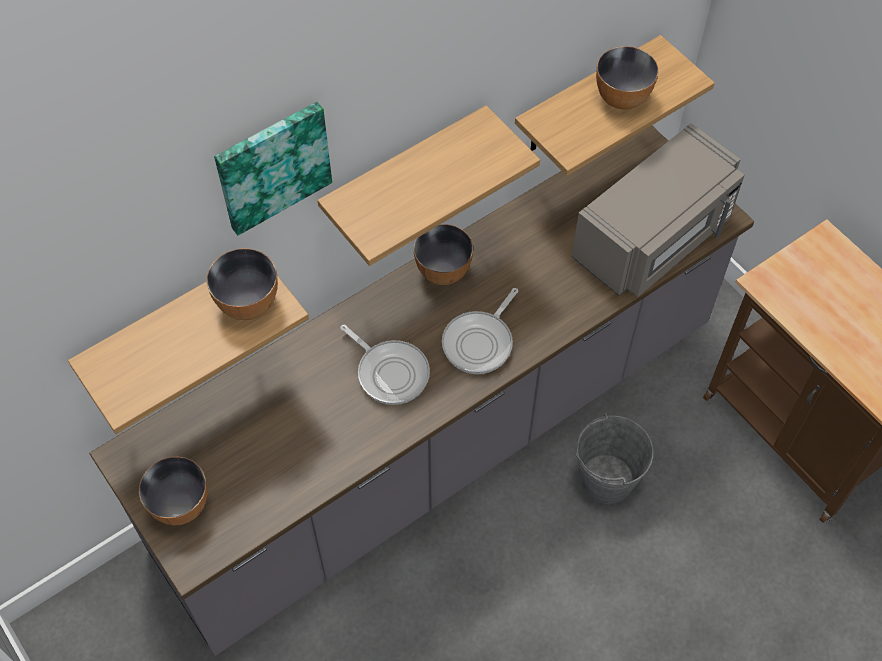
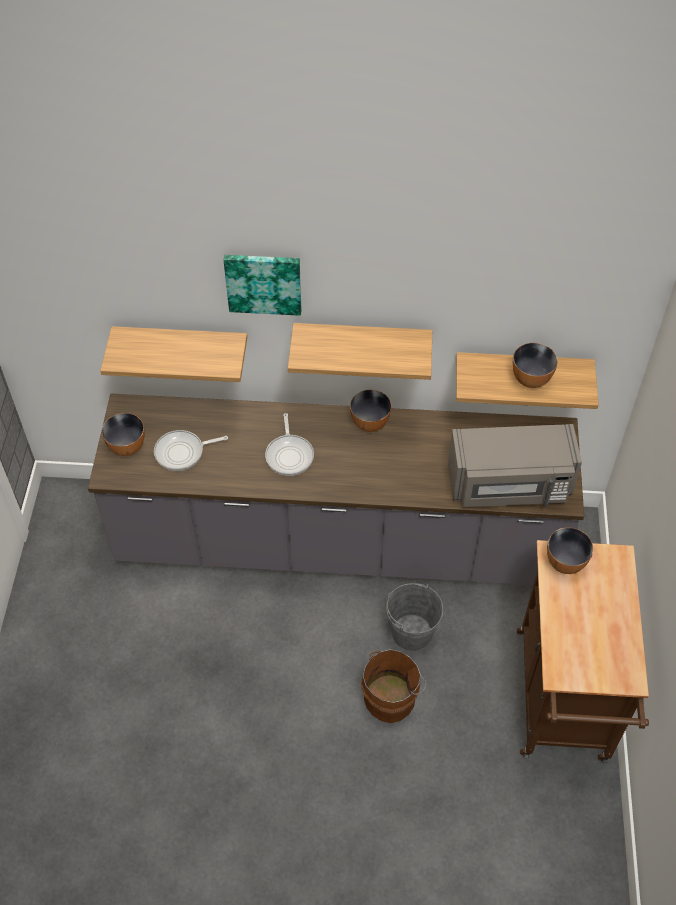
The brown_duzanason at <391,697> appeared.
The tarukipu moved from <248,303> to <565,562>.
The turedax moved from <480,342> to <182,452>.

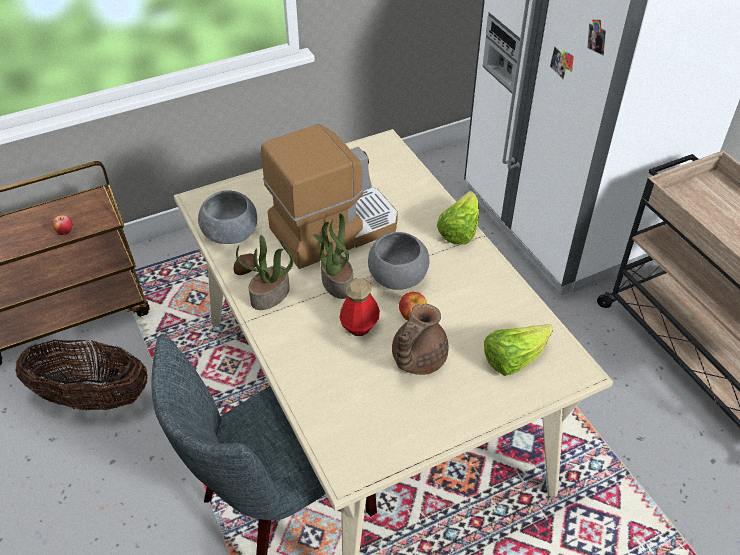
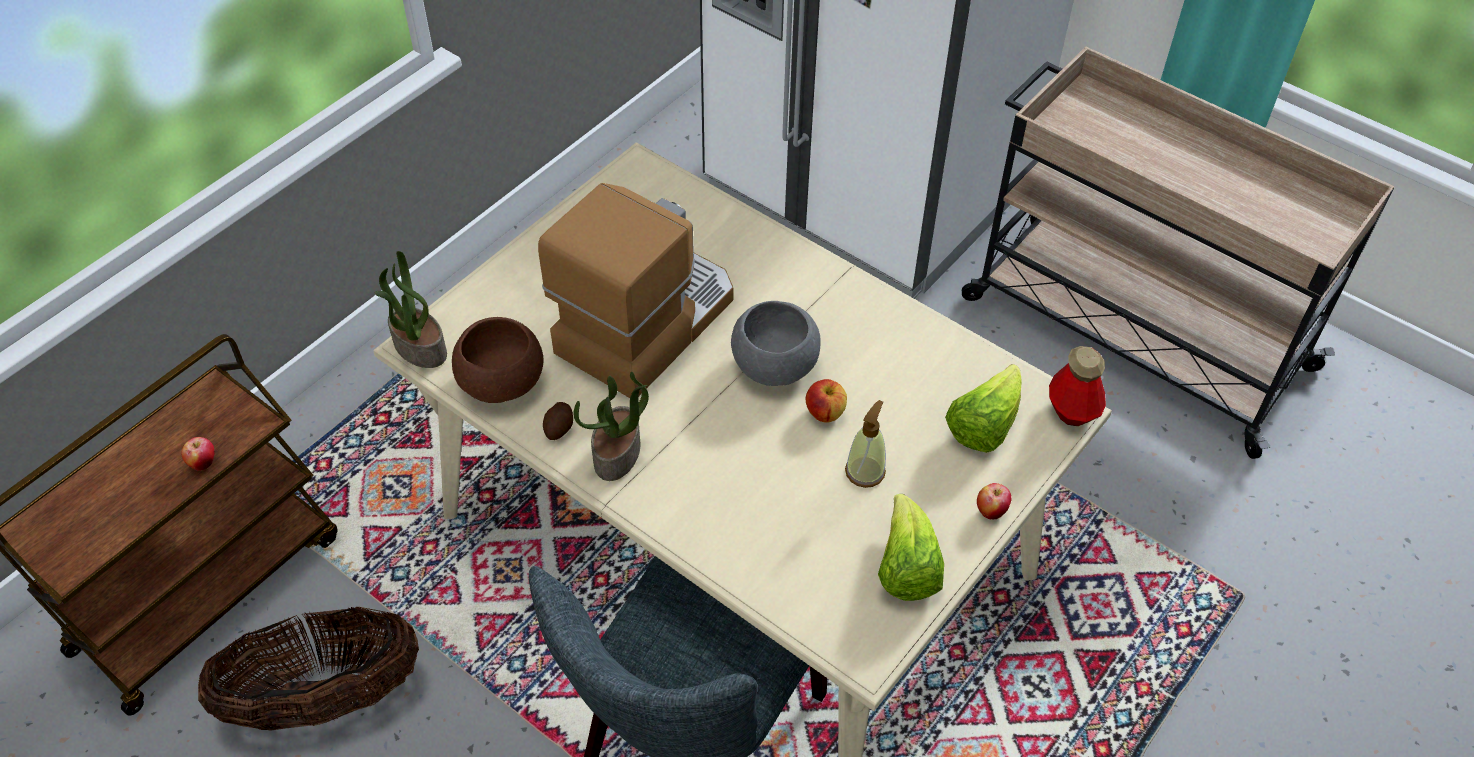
The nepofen at <991,511> appeared.
The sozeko moved from <336,283> to <418,348>.
The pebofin moved from <359,325> to <1072,410>.
The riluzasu moved from <459,231> to <906,568>.
The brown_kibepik at <417,359> was replaced by the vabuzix at <865,471>.
The grey_tarukipu at <230,234> became the brown_tarukipu at <502,382>.

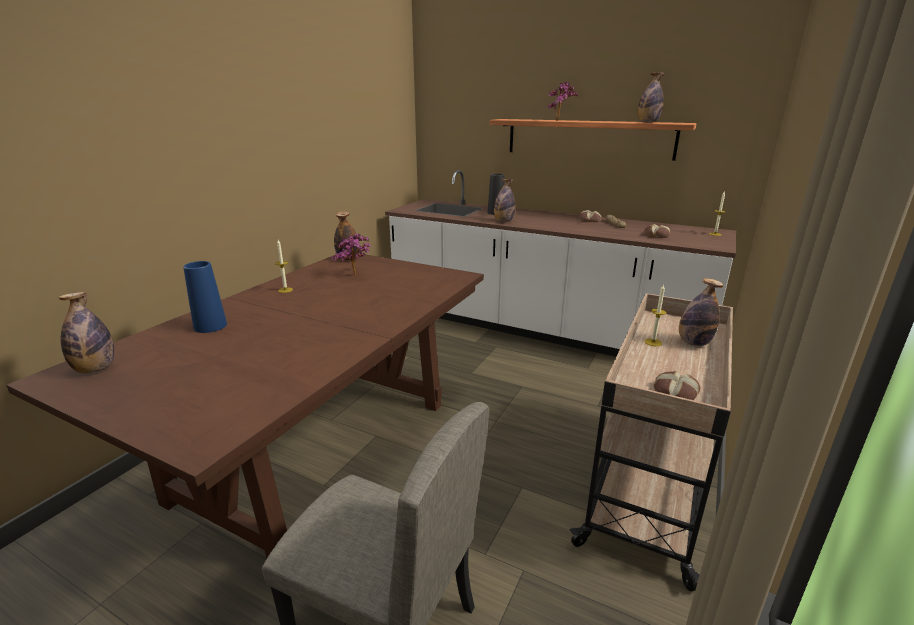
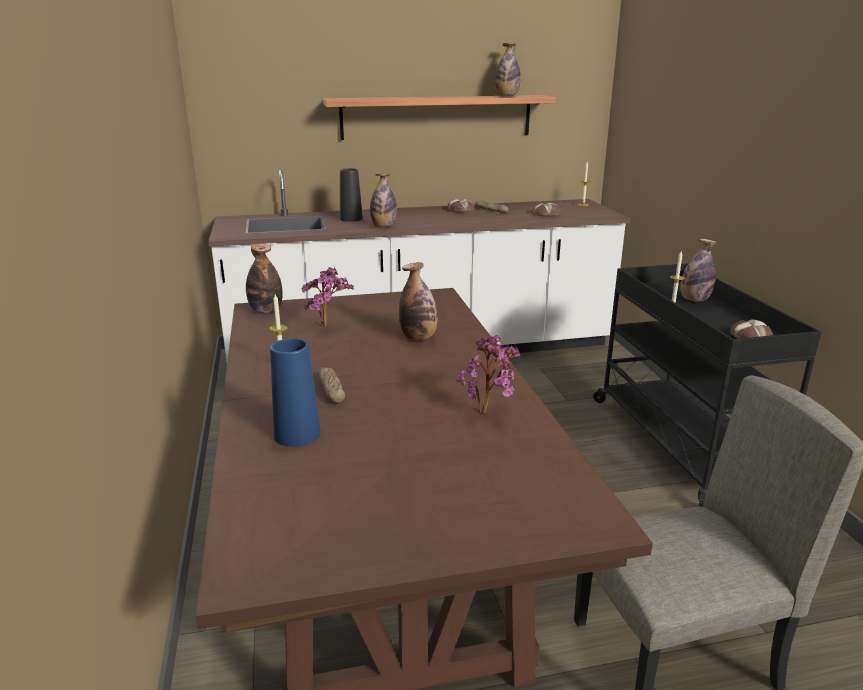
The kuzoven at <331,390> appeared.
The pebofin moved from <95,369> to <419,337>.
The sozeko moved from <559,120> to <488,412>.
The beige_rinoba at <649,483> became the black_rinoba at <679,442>.

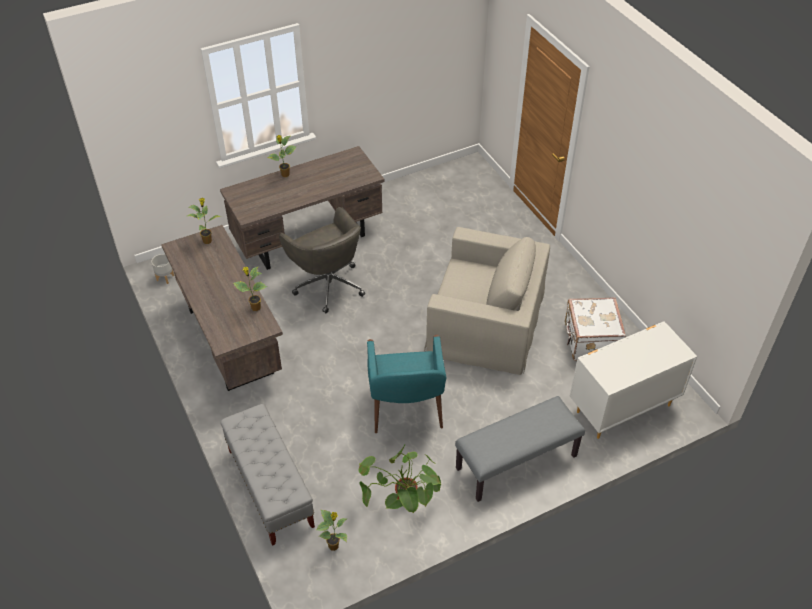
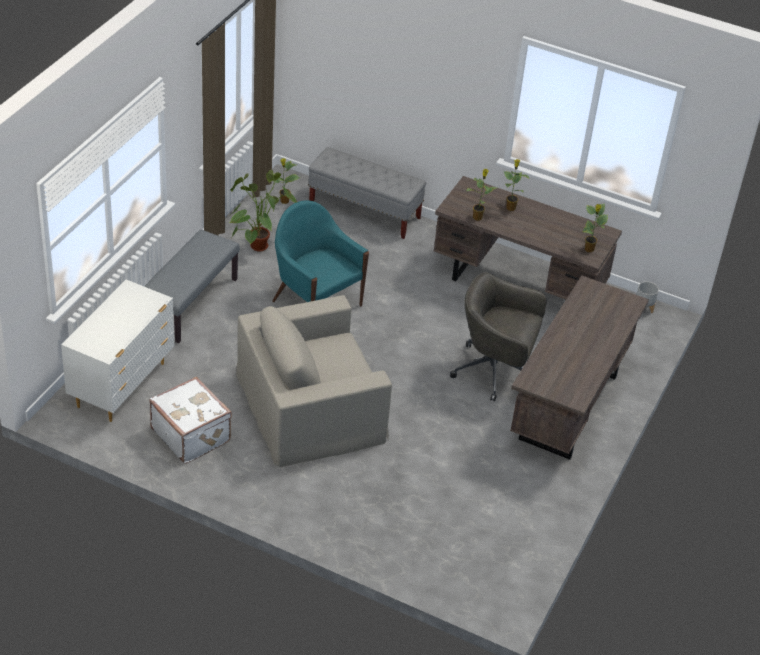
The sozeko moved from <285,175> to <510,207>.

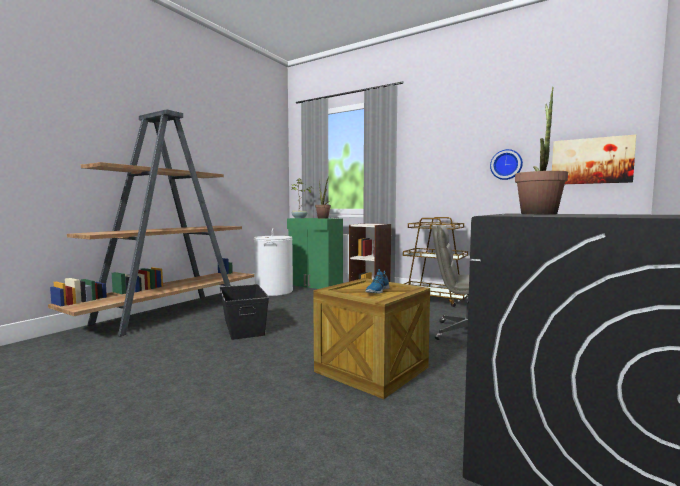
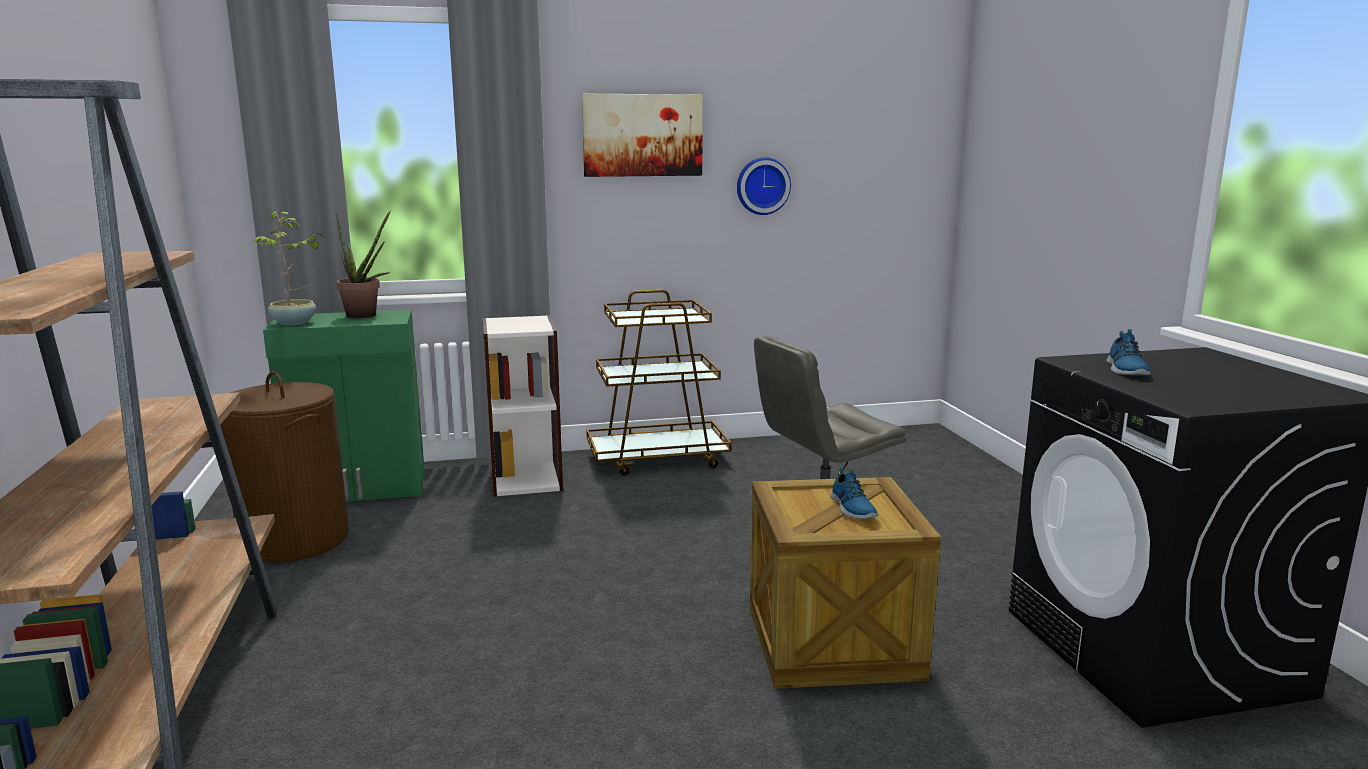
The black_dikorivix at <244,327> disappeared.
The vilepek moved from <591,161> to <642,135>.
The sozeko at <539,214> was replaced by the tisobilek at <1125,370>.
The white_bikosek at <273,291> became the brown_bikosek at <294,540>.

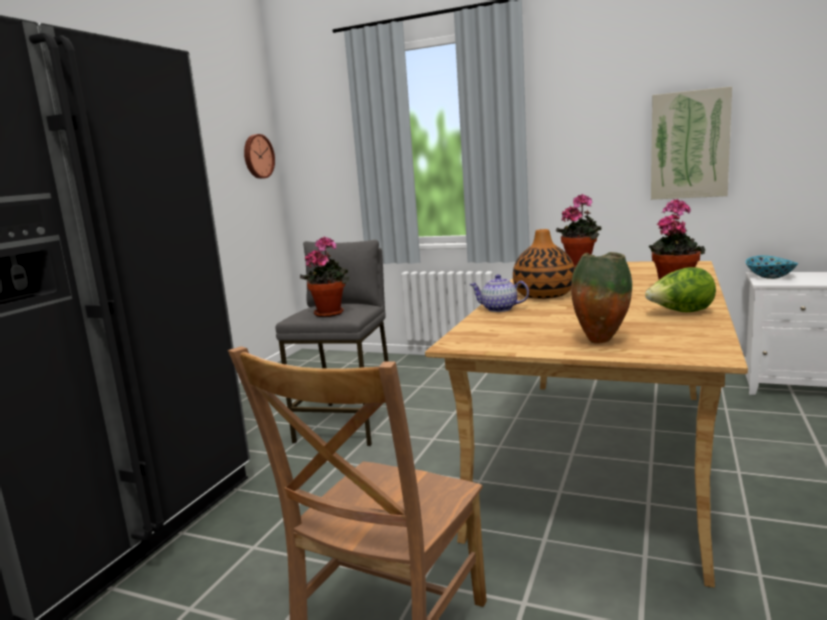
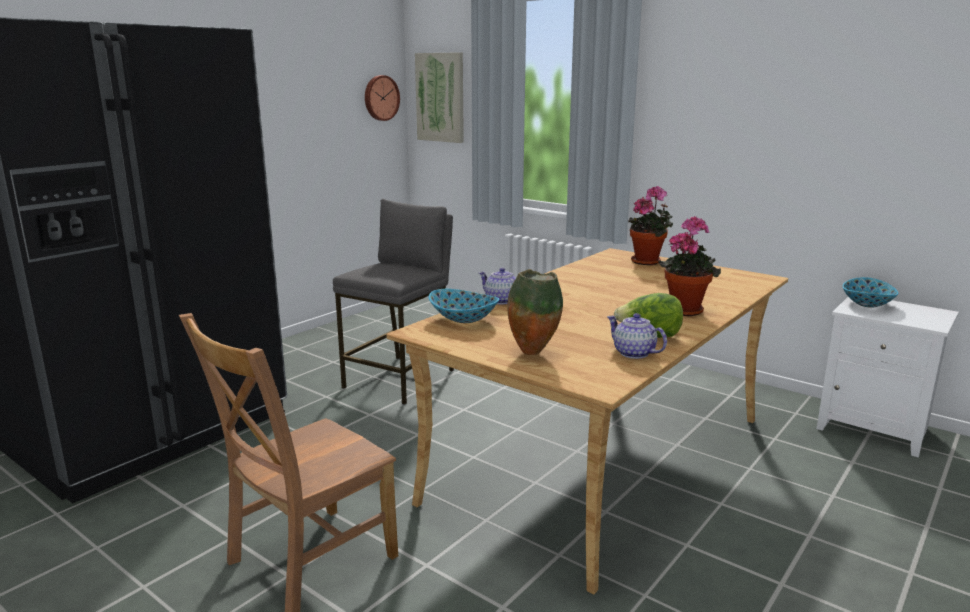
The sozeko at <330,313> disappeared.
The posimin at <544,295> disappeared.
The tarukipu at <464,319> appeared.
The kibepik at <633,353> appeared.
The vilepek moved from <689,145> to <440,97>.

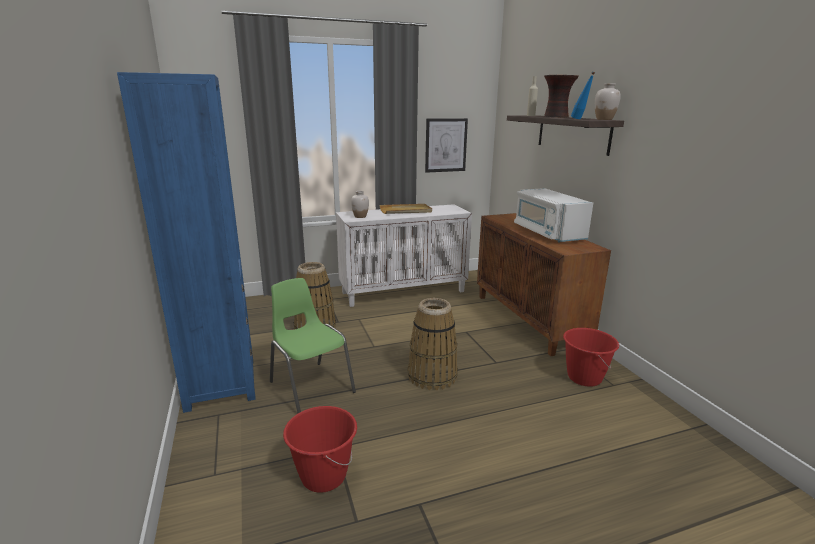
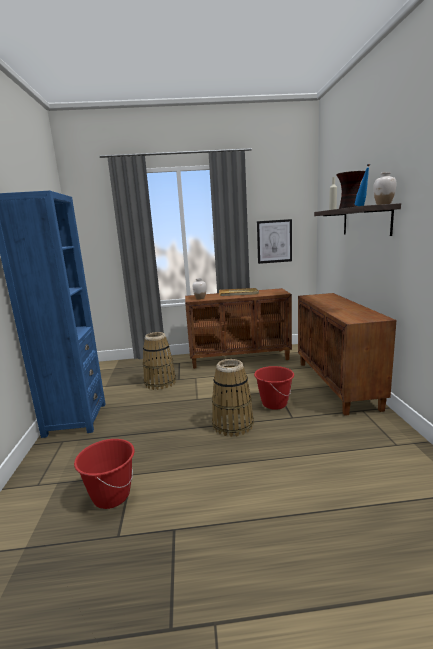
The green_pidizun at <311,386> disappeared.
The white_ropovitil at <547,233> disappeared.
The red_duzanason moved from <584,377> to <274,403>.
The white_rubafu at <404,292> became the brown_rubafu at <240,358>.

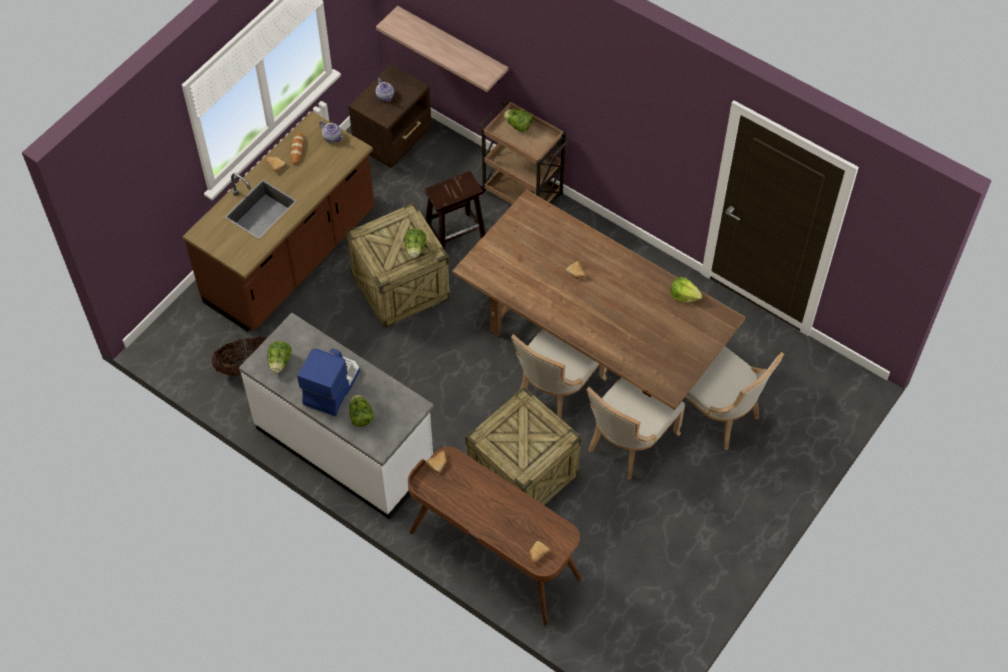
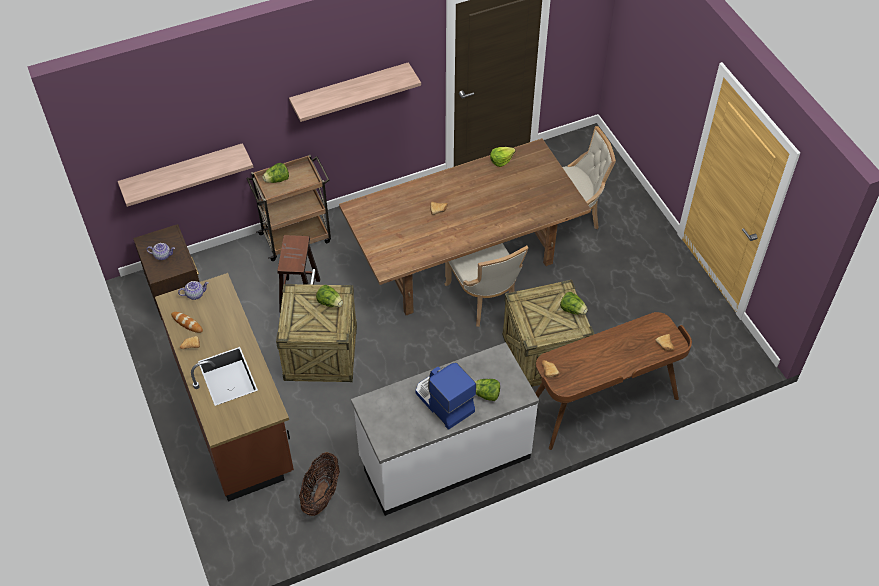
The beige_pidizun at <628,442> disappeared.
The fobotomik at <350,89> appeared.
The riluzasu moved from <280,362> to <572,310>.

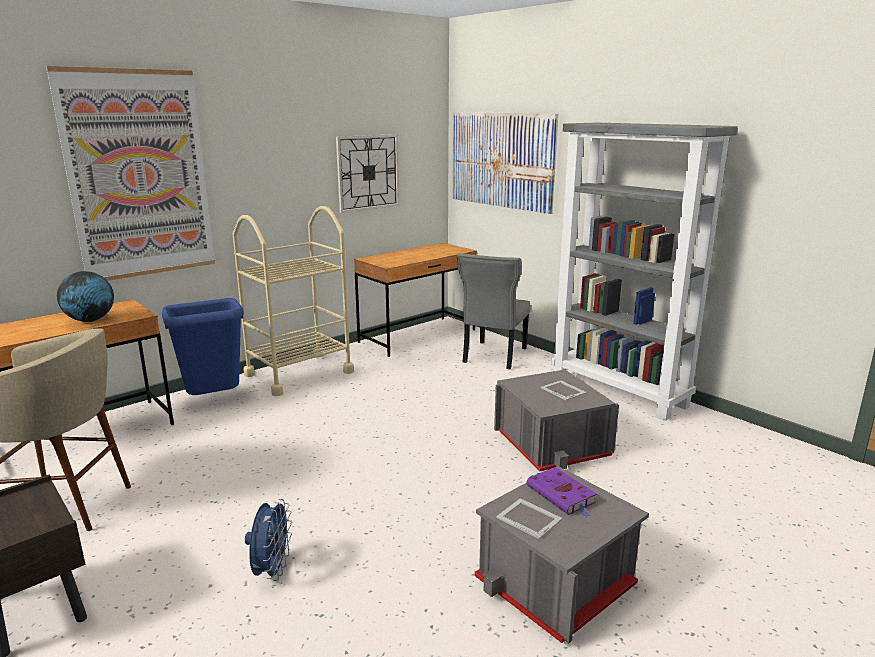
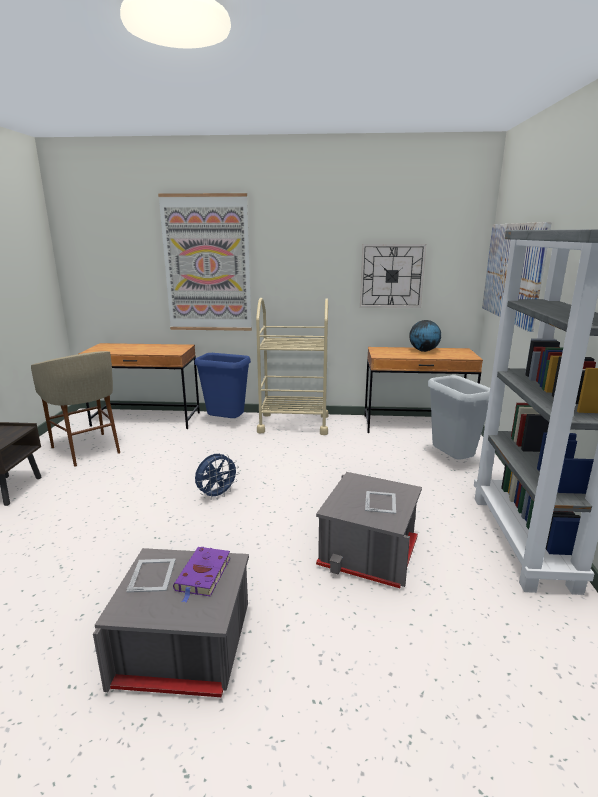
The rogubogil moved from <90,320> to <423,351>.
The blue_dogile moved from <272,570> to <217,495>.
The grey_pidizun at <493,356> was replaced by the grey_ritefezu at <450,461>.

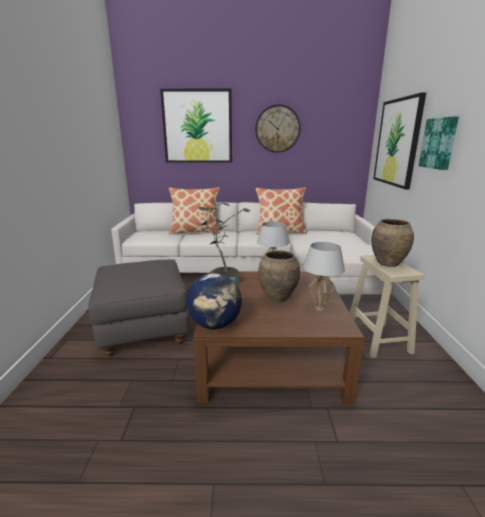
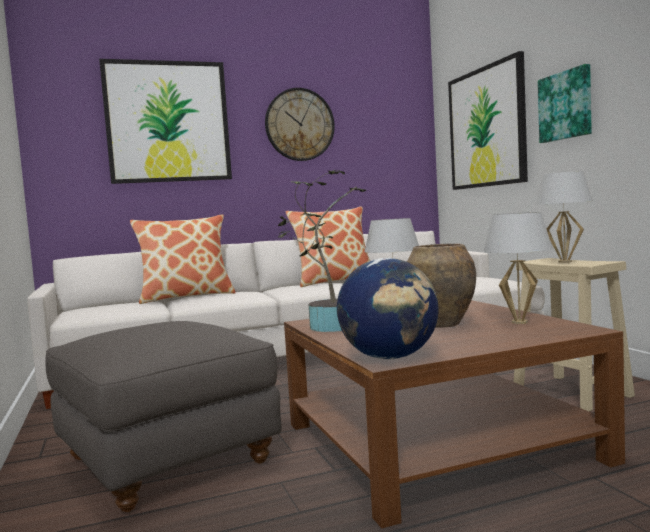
The brown_posimin at <388,263> was replaced by the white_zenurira at <564,261>.

